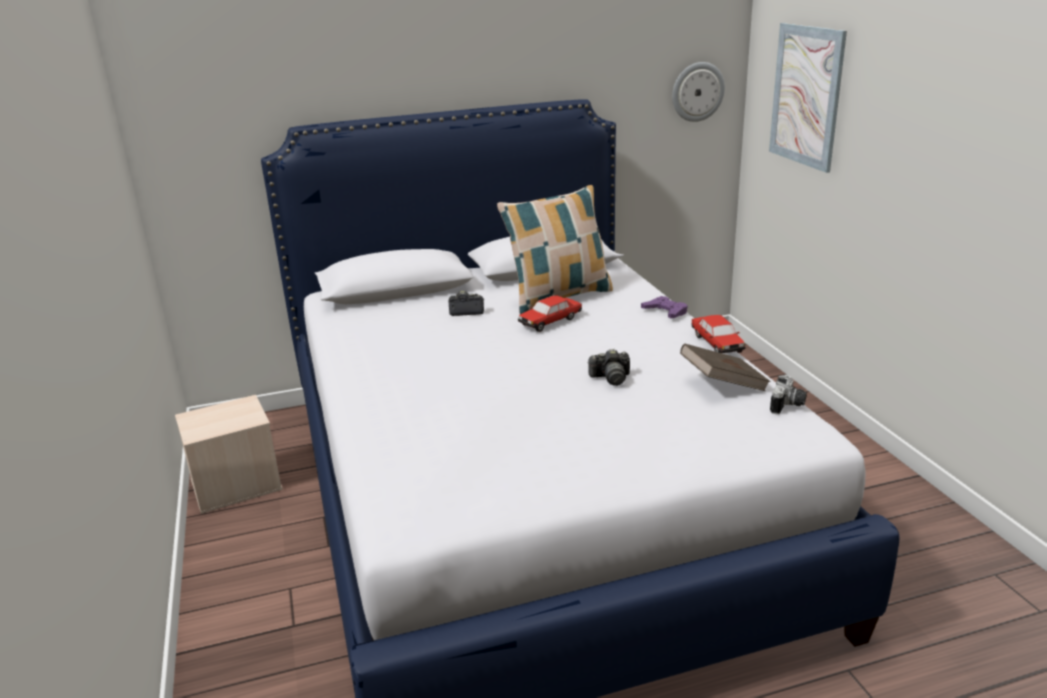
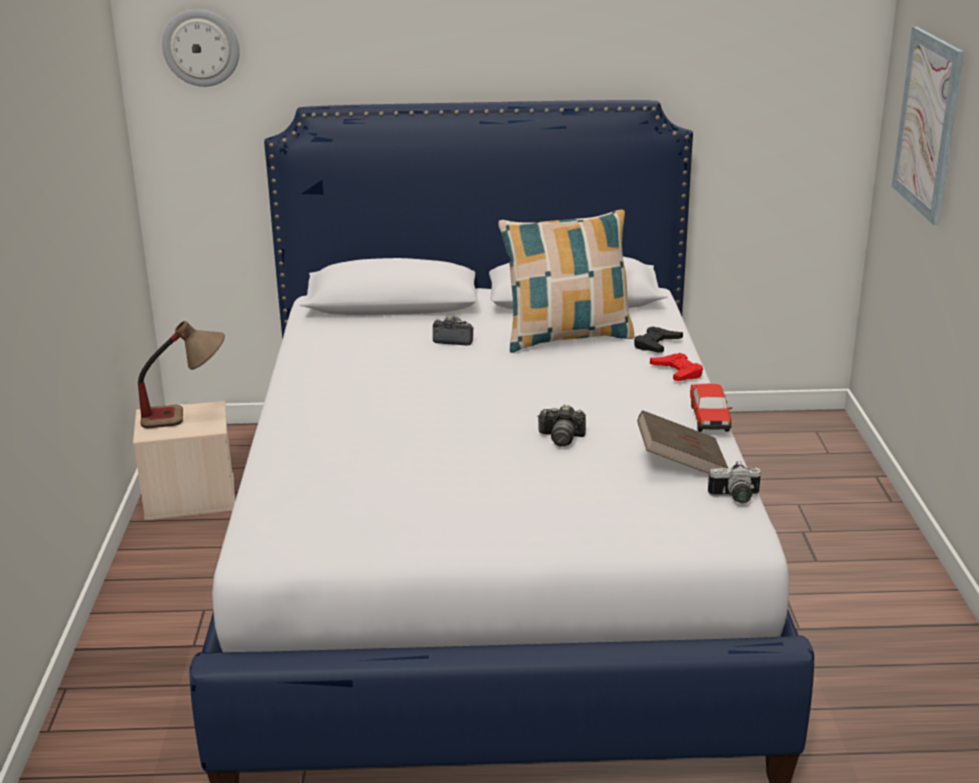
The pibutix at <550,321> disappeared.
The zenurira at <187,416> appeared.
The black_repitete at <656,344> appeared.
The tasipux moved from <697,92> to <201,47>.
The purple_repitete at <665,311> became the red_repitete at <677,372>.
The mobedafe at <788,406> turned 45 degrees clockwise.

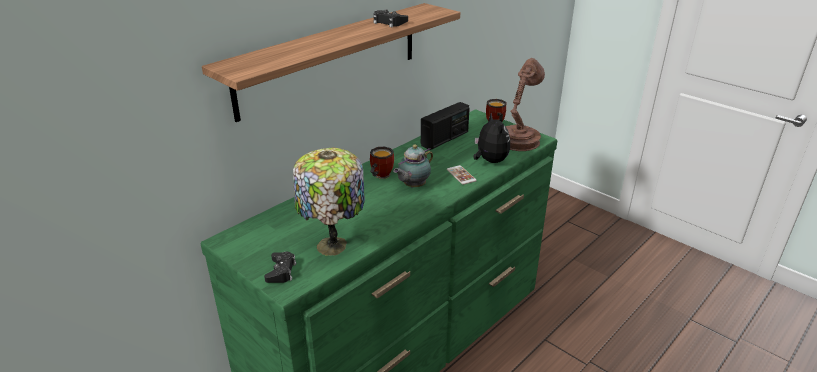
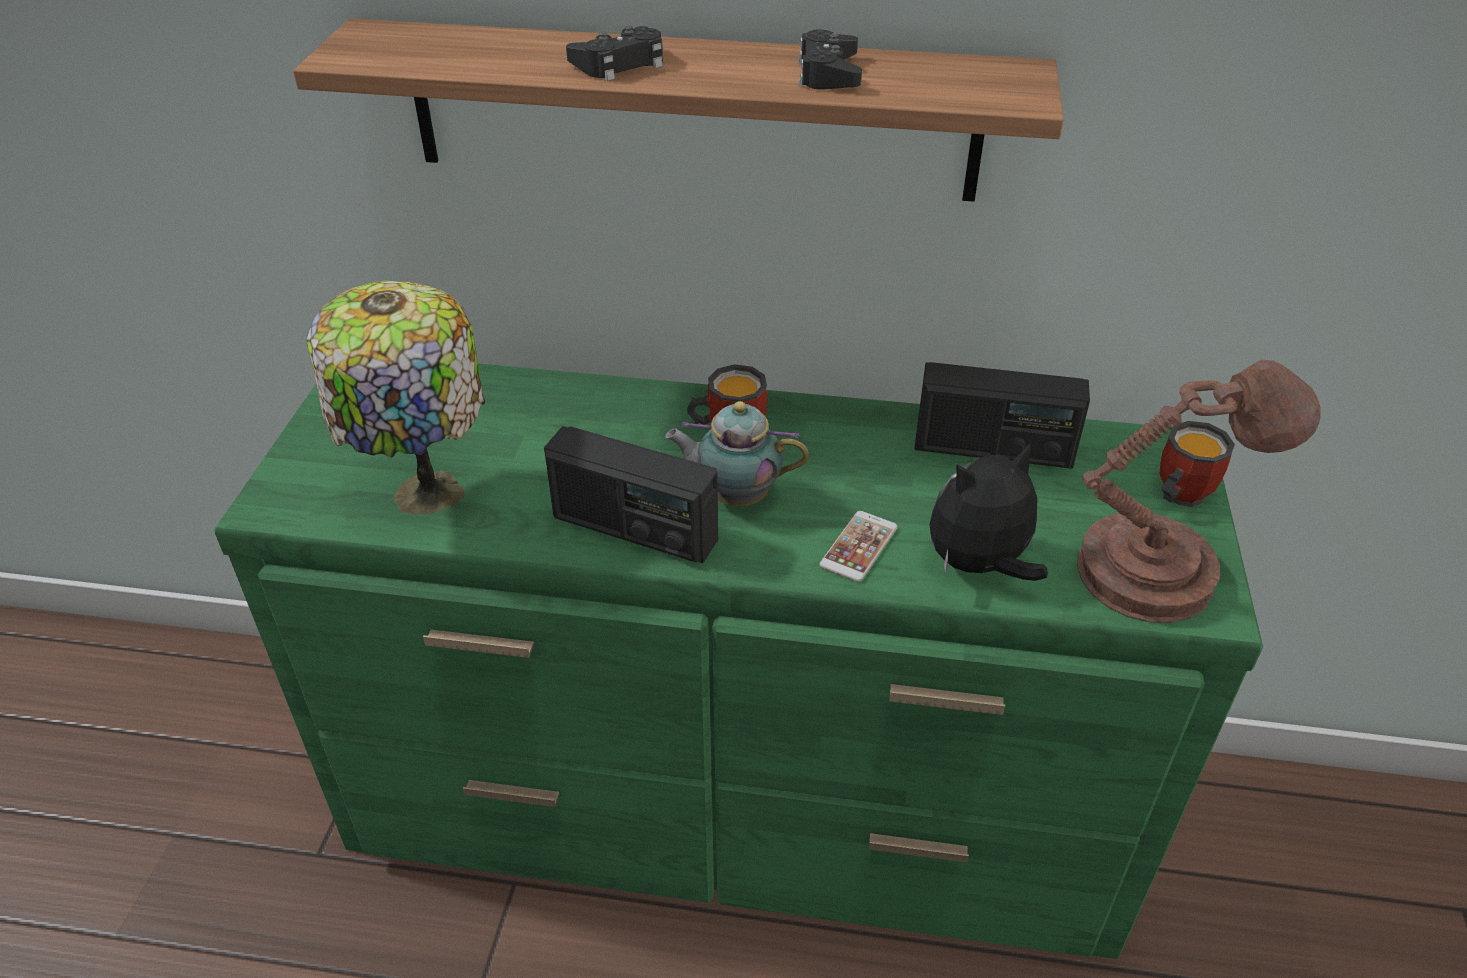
The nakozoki at <634,528> appeared.
The black_repitete moved from <281,271> to <620,64>.
The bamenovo at <490,161> turned 150 degrees counterclockwise.

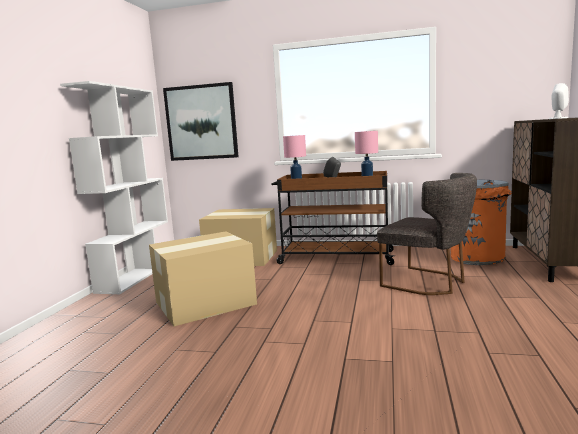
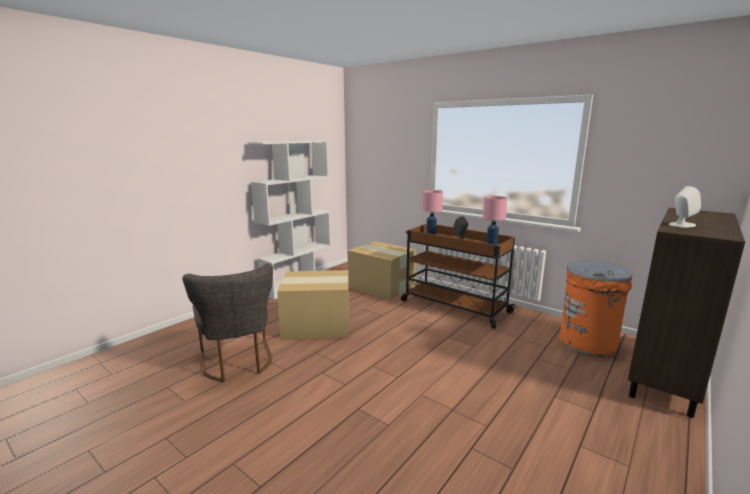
The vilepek at <201,122> disappeared.
The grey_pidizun moved from <428,282> to <238,363>.

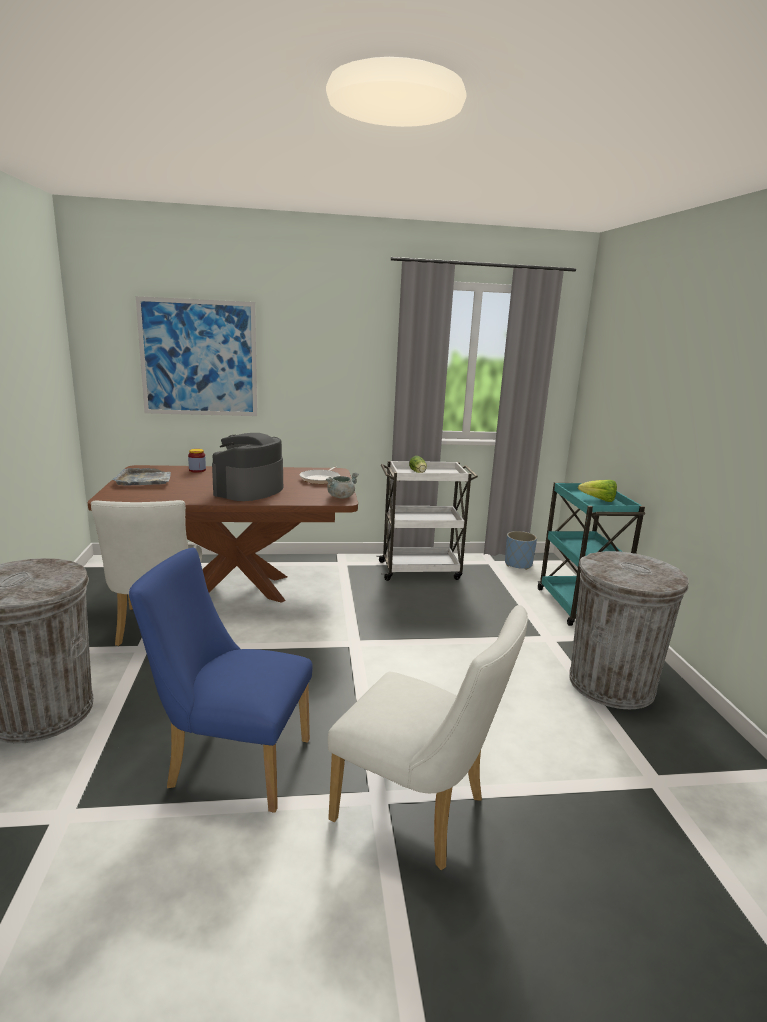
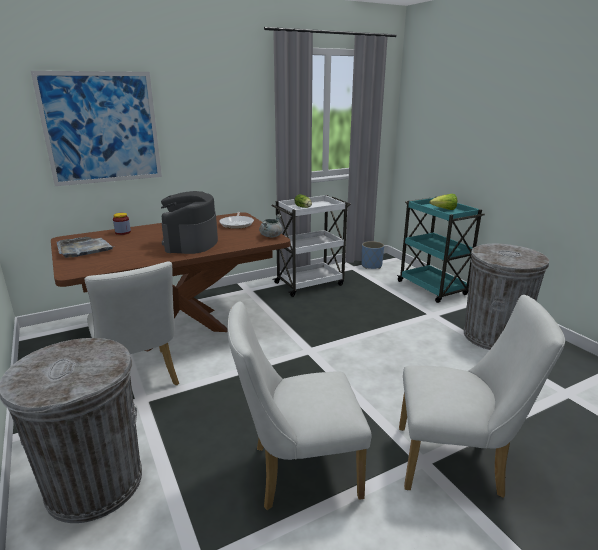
The blue_pidizun at <230,762> became the white_pidizun at <297,472>.

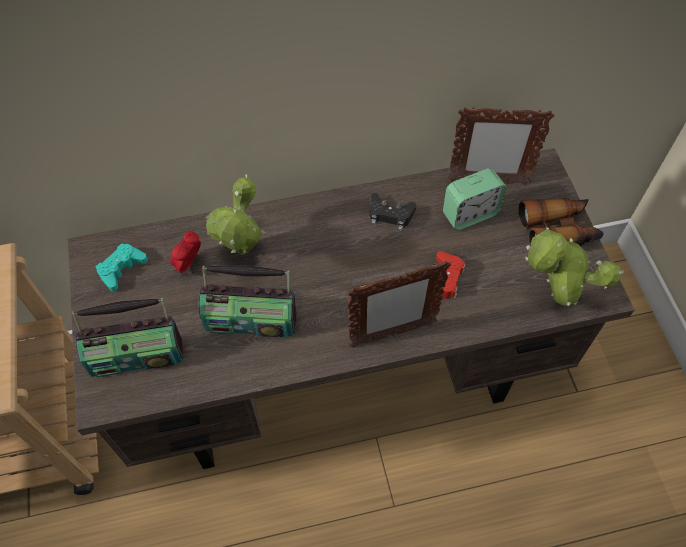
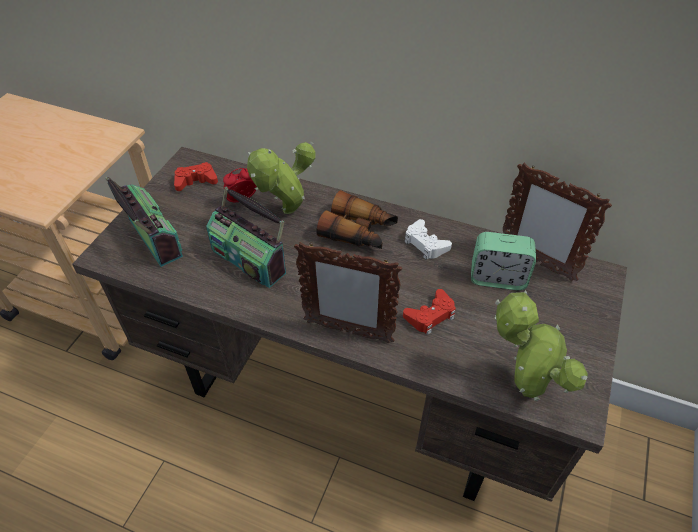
The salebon moved from <558,231> to <359,232>.
The turquoise_repitete at <121,269> became the red_repitete at <196,181>.
The black_repitete at <390,214> became the white_repitete at <425,244>.
The nakozoki at <136,354> turned 150 degrees counterclockwise.

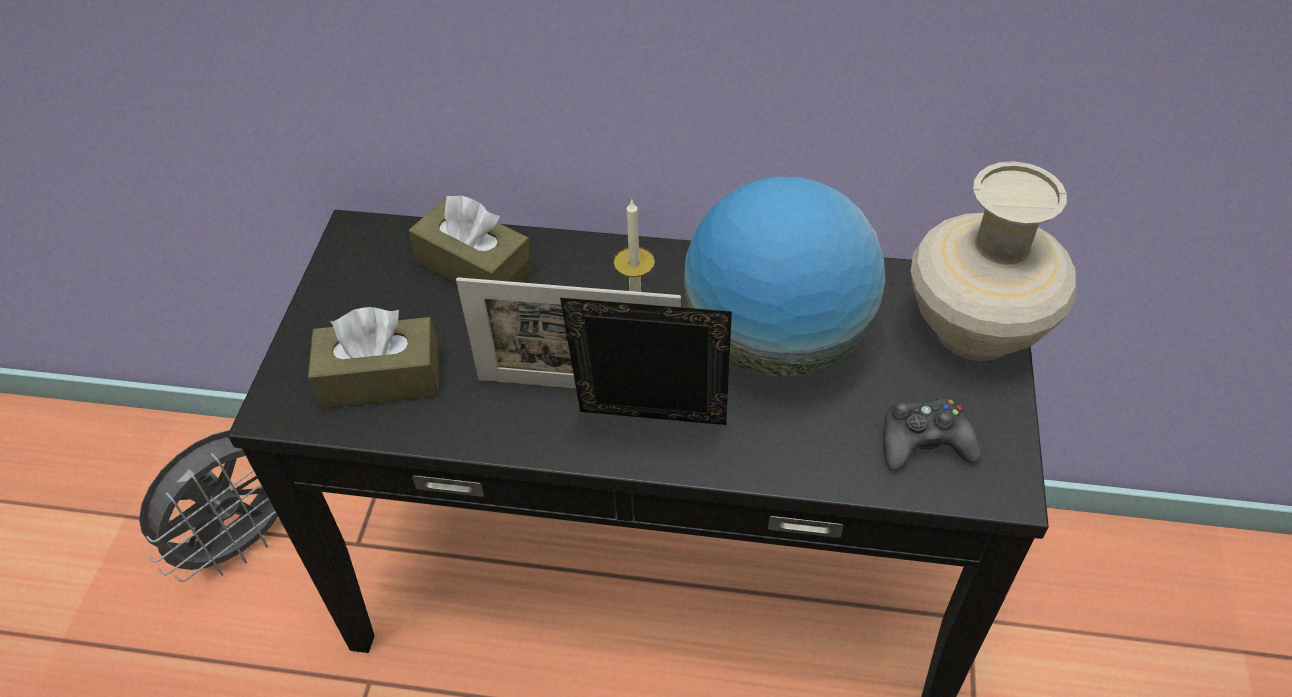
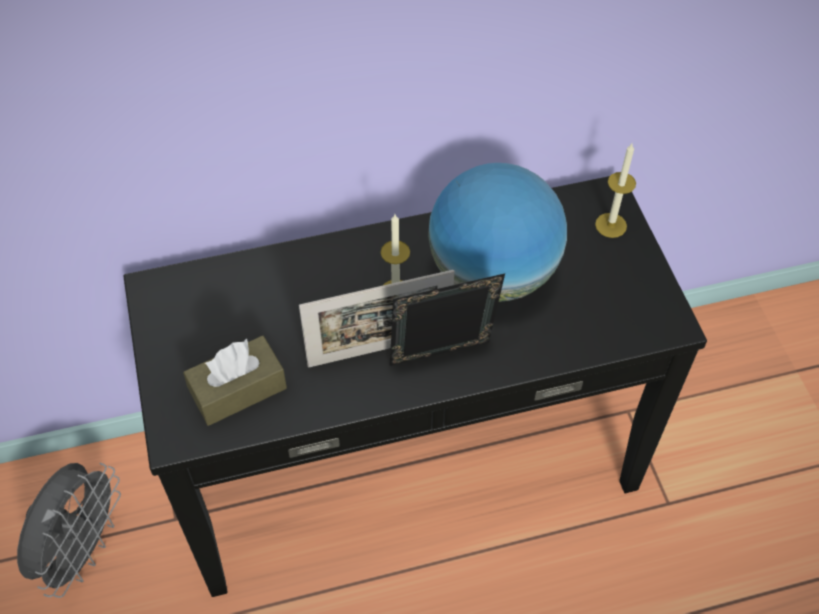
The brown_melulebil at <474,267> disappeared.
The black_repitete at <924,442> disappeared.
The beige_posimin at <973,329> was replaced by the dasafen at <611,225>.

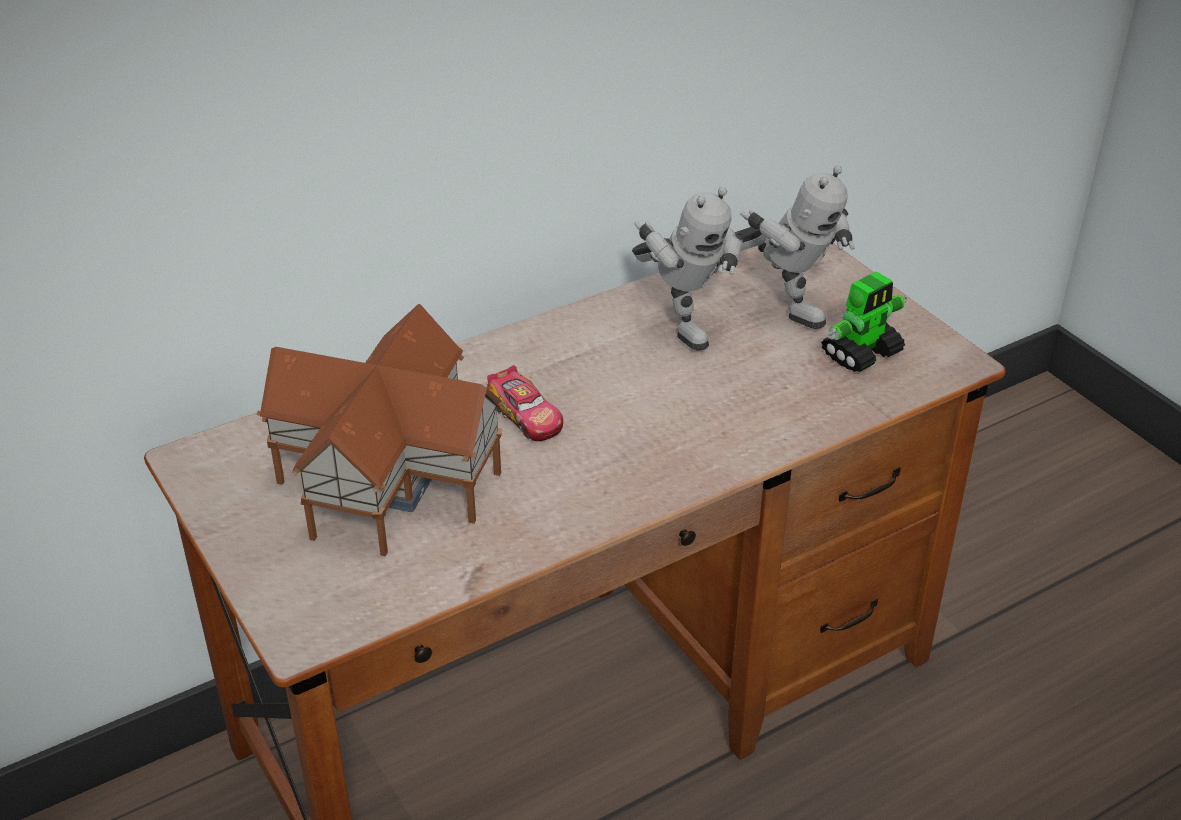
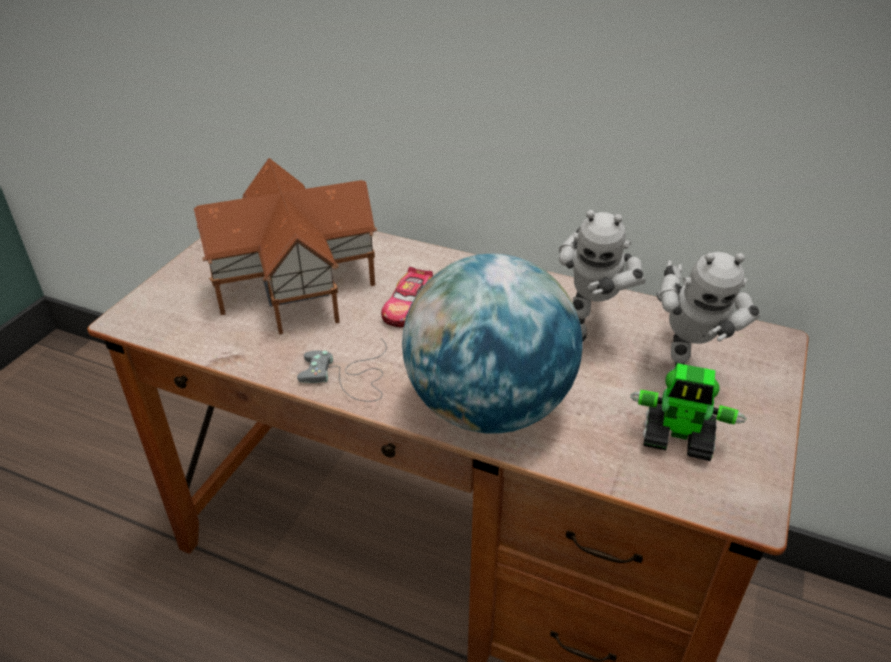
The grey_repitete at <349,376> appeared.
The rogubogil at <488,407> appeared.

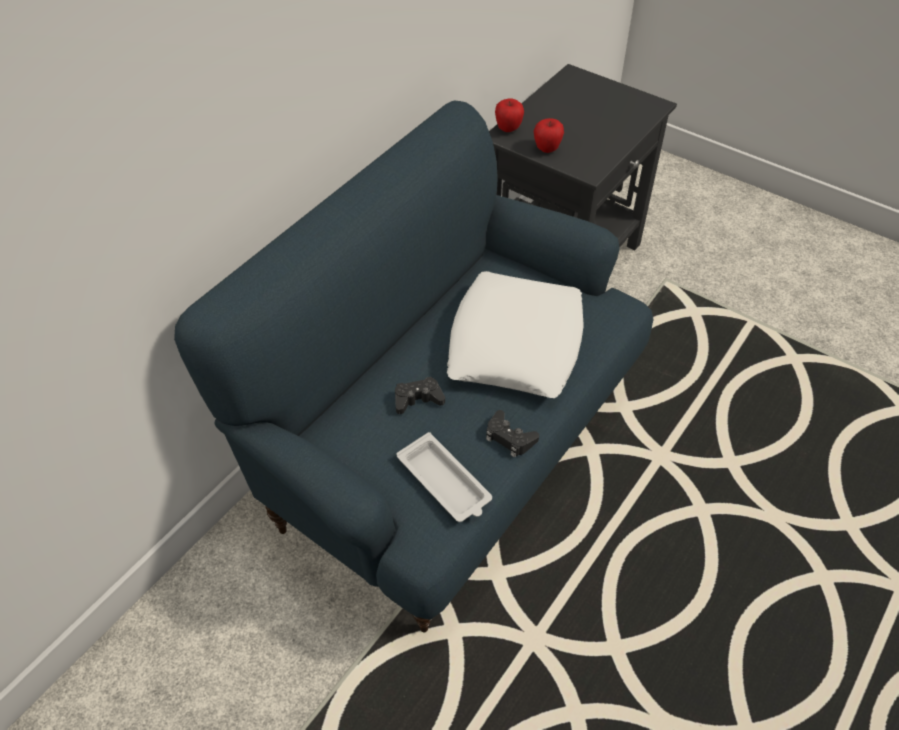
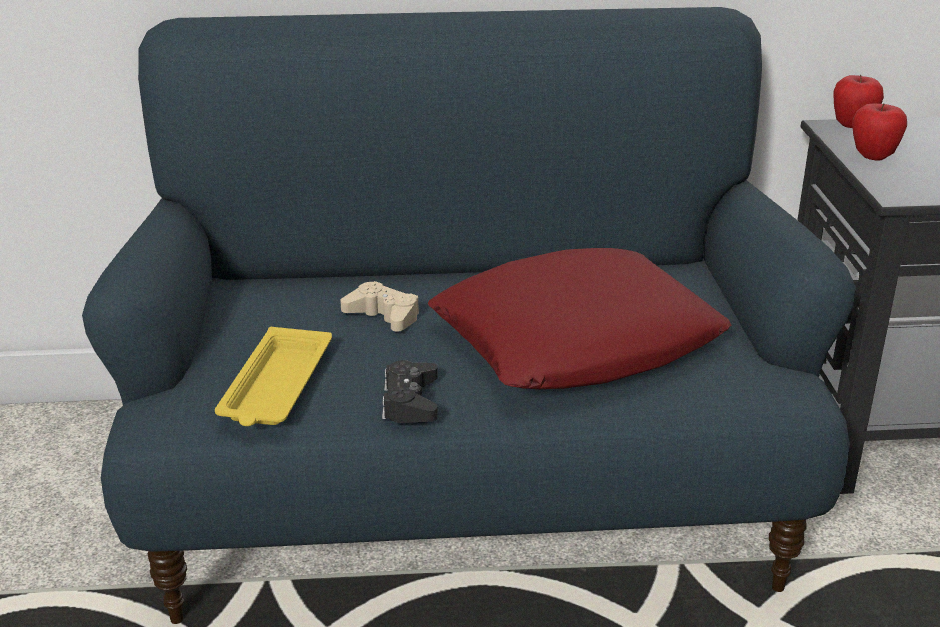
The black_repitete at <418,399> became the beige_repitete at <383,315>.
The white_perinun at <445,483> became the yellow_perinun at <276,387>.
The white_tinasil at <515,343> became the red_tinasil at <577,339>.

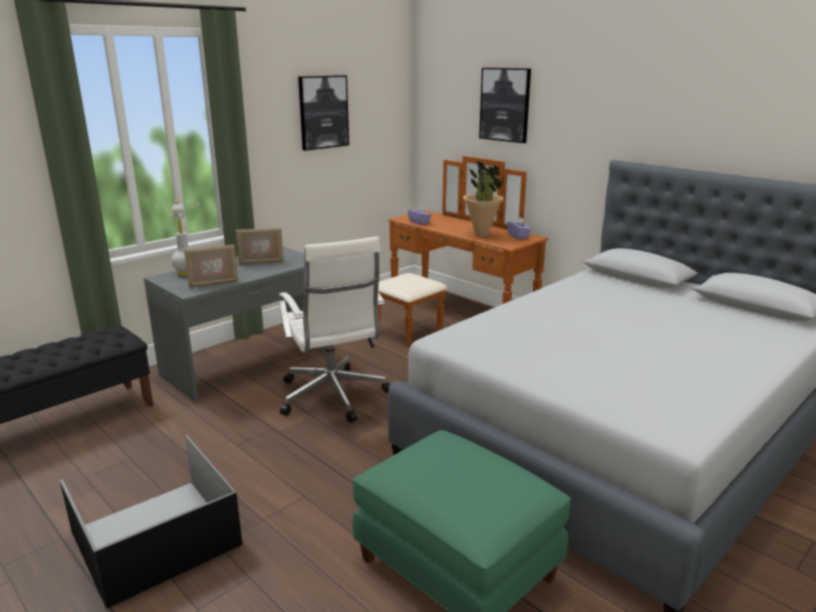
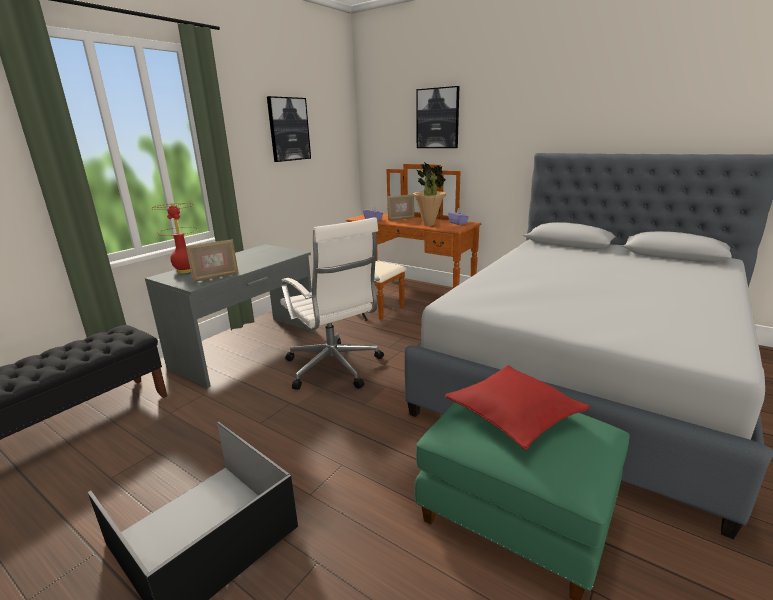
The red_tinasil at <514,414> appeared.
The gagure moved from <261,262> to <401,219>.
The white_zenurira at <186,273> became the red_zenurira at <186,271>.

